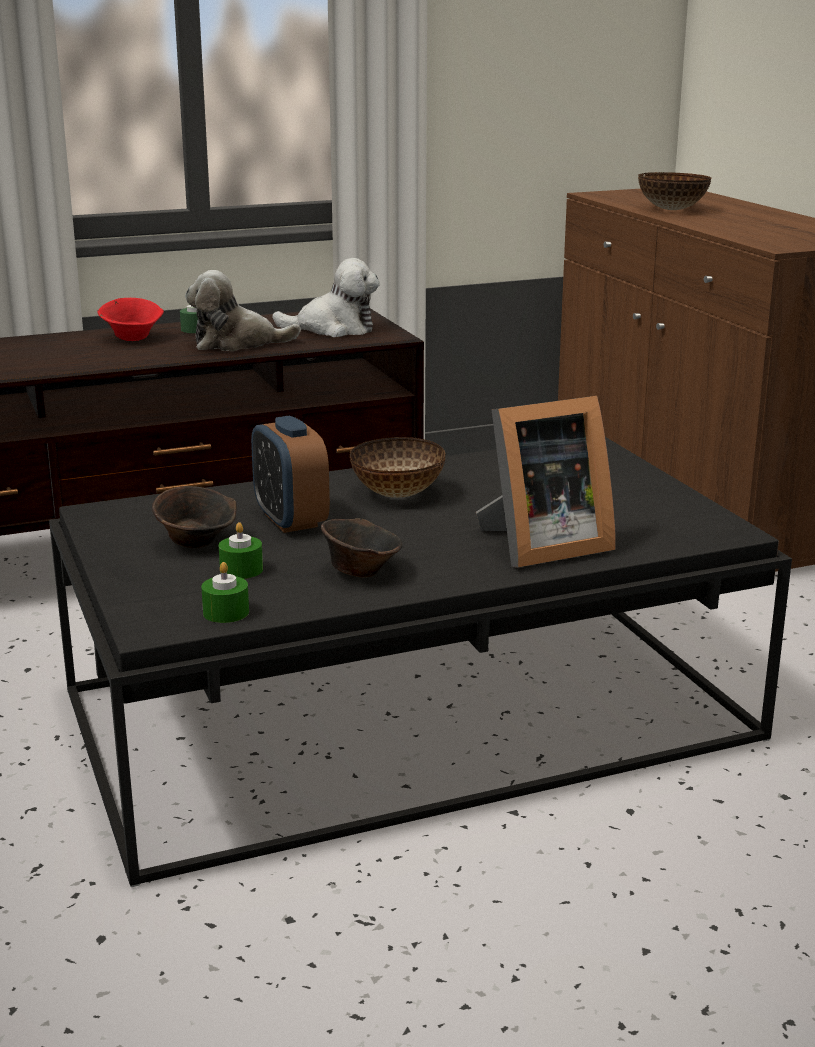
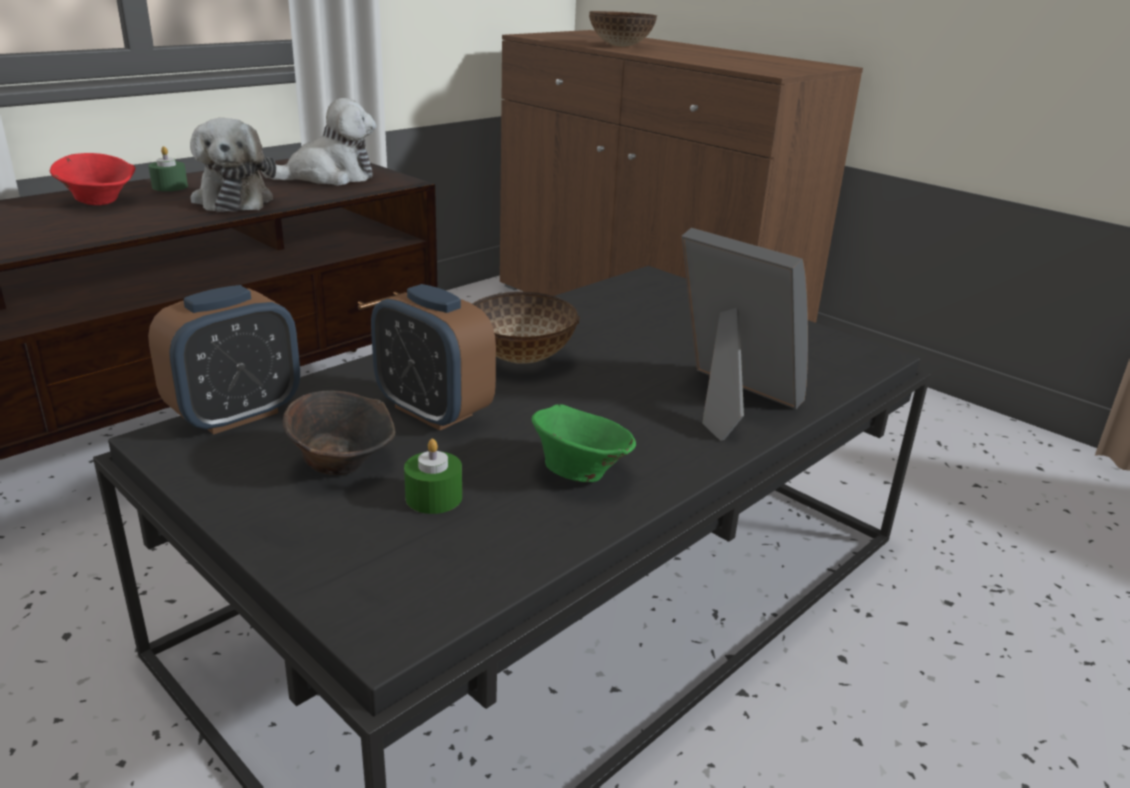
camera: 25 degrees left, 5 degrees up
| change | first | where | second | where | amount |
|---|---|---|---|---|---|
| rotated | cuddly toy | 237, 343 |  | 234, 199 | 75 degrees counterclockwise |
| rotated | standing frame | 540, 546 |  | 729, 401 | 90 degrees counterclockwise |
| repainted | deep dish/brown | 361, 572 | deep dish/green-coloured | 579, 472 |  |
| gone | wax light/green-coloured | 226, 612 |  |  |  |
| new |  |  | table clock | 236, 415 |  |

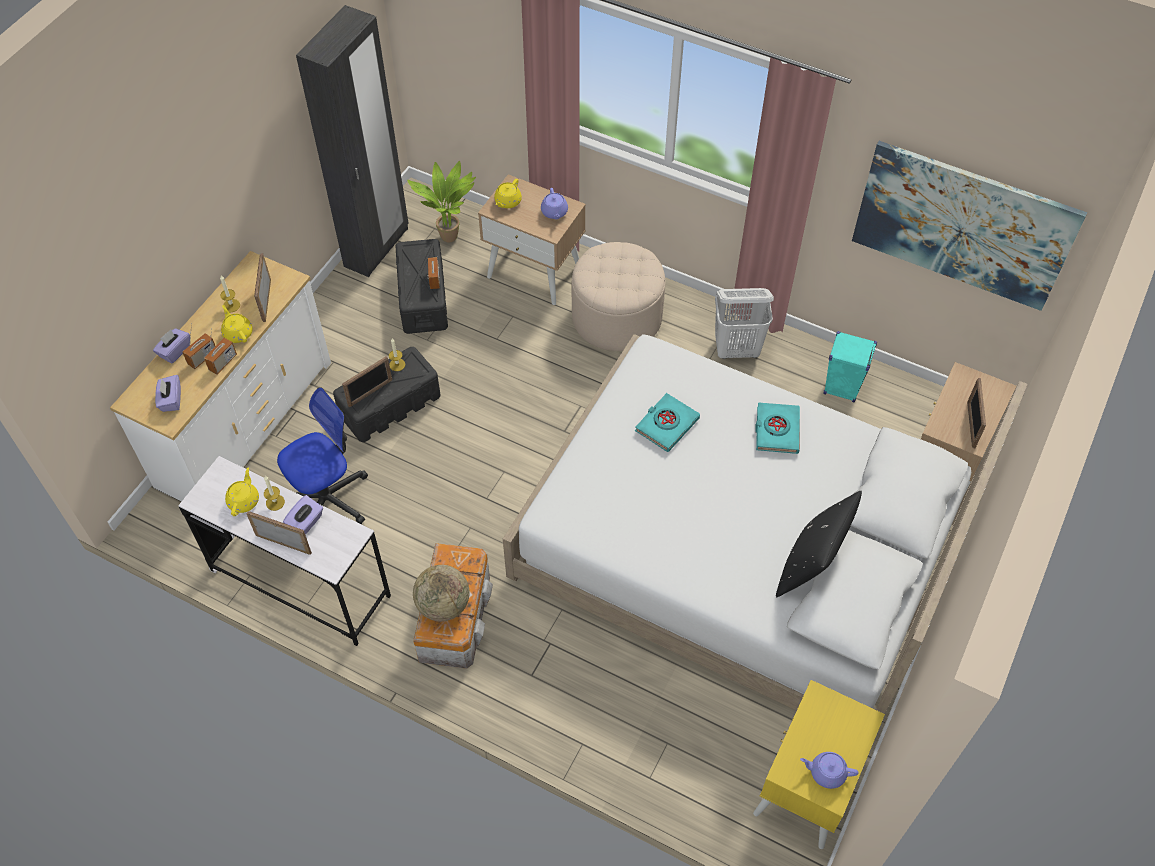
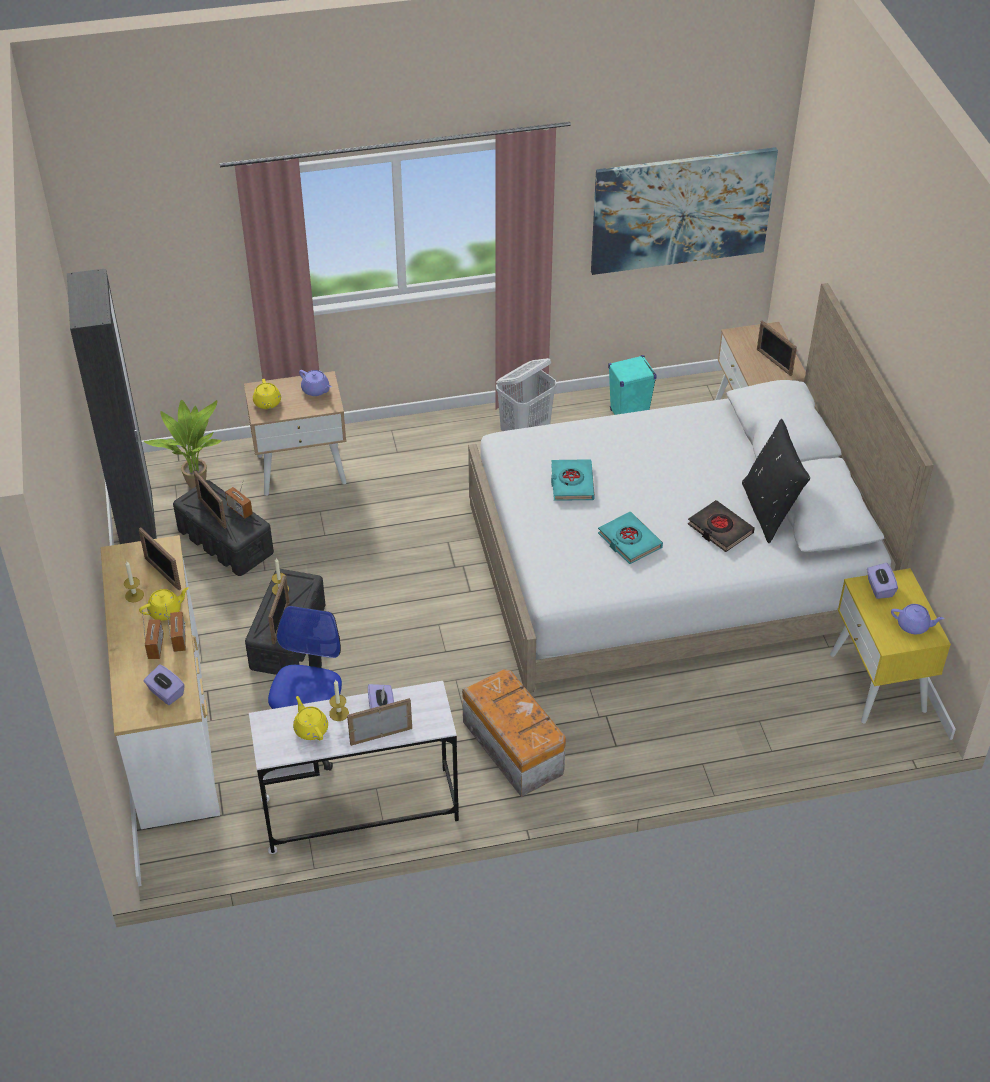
camera: 40 degrees left, 10 degrees down
| change | first | where | second | where | amount |
|---|---|---|---|---|---|
| gone | footrest/sand-coloured | 617, 317 |  |  |  |
| rotated | pot for tea/yellowish | 238, 333 |  | 166, 611 | 135 degrees clockwise |
| shifted | box of tissues/purple-coloured | 174, 351 |  | 879, 588 |  |
| shifted | volume/turquoise-coloured | 776, 430 |  | 629, 541 |  |
| gone | desk globe | 443, 605 |  |  |  |
| rotated | pot for tea/purple-coloured | 826, 772 |  | 914, 626 | 135 degrees counterclockwise |
| new |  |  | standing frame | 212, 513 |  |
| new |  |  | volume/black-coloured | 720, 529 |  |

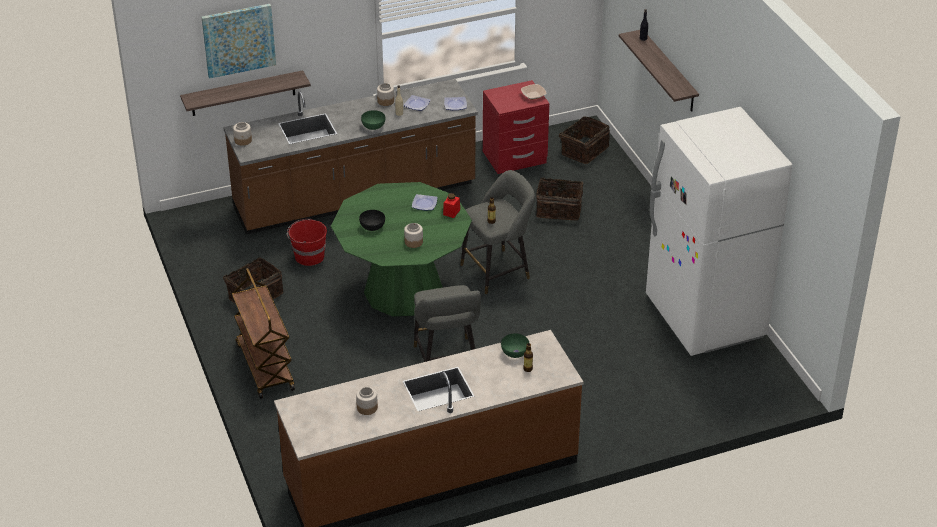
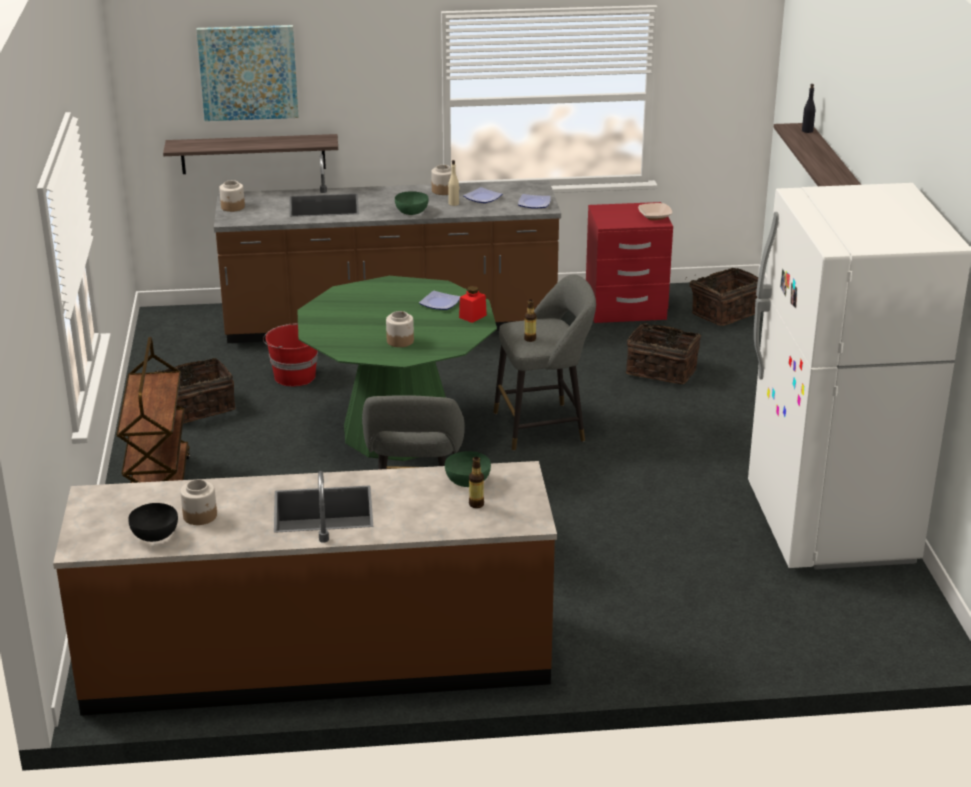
camera: 15 degrees right, 10 degrees down
| change | first | where | second | where | amount |
|---|---|---|---|---|---|
| shifted | deep dish/black-coloured | 372, 226 |  | 155, 534 |  |

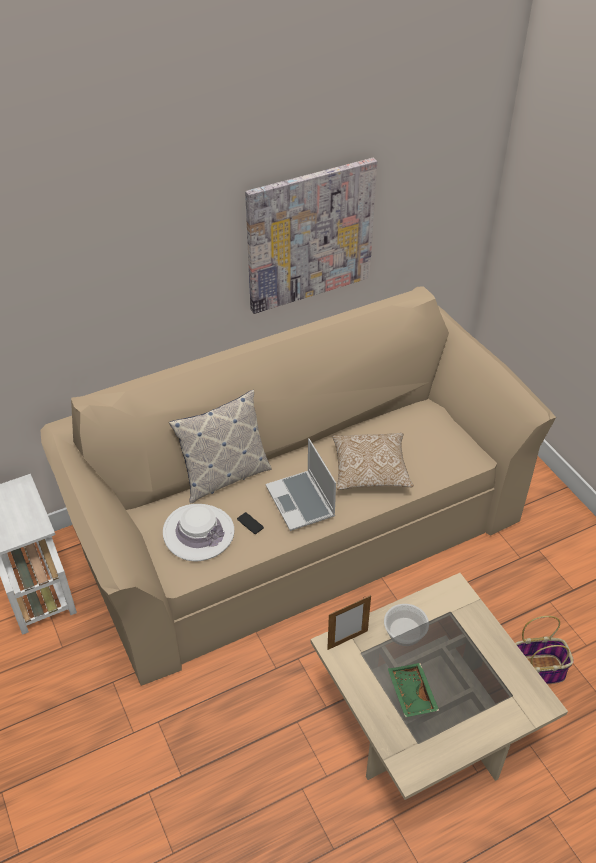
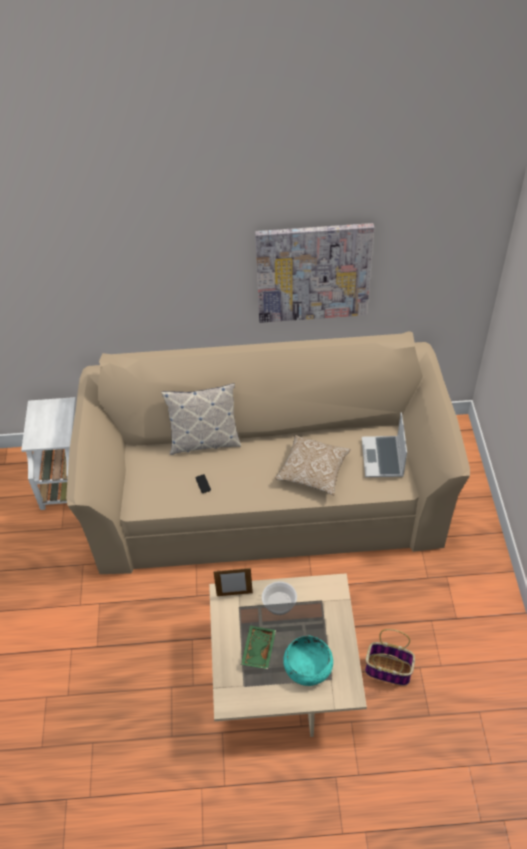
camera: 25 degrees right, 5 degrees up
| change | first | where | second | where | amount |
|---|---|---|---|---|---|
| shifted | portable computer | 301, 502 |  | 383, 458 |  |
| gone | clothing hat/whitish | 198, 532 |  |  |  |
| new |  |  | deep dish/turquoise-coloured | 308, 666 |  |

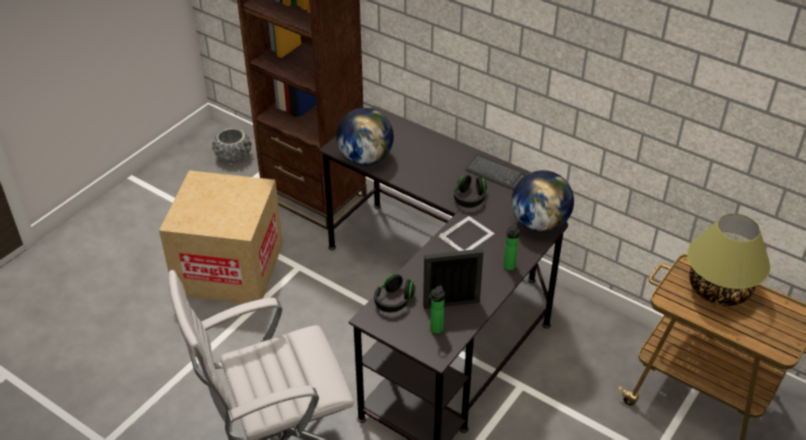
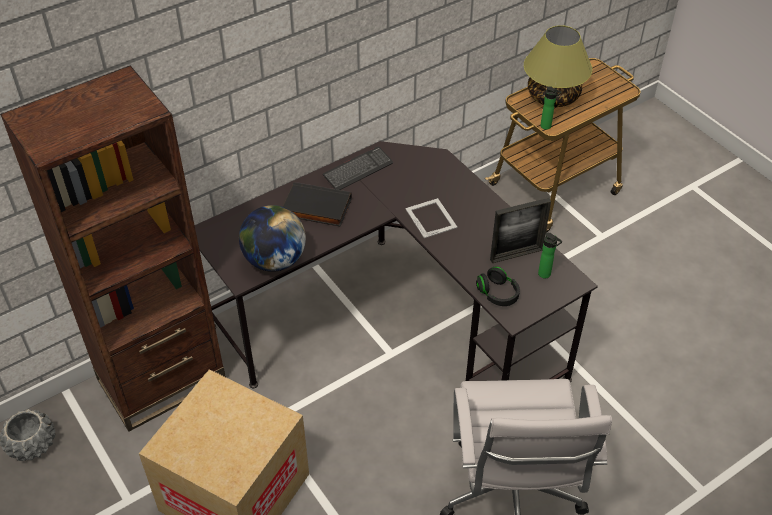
camera: 70 degrees left, 5 degrees up
| change | first | where | second | where | amount |
|---|---|---|---|---|---|
| gone | desk globe | 539, 223 |  |  |  |
| gone | headphones/black-coloured | 469, 198 |  |  |  |
| shifted | drink bottle | 508, 267 |  | 547, 127 |  |
| rotated | standing frame | 451, 303 |  | 516, 255 | 120 degrees counterclockwise |
| new |  |  | volume/black-coloured | 316, 208 |  |

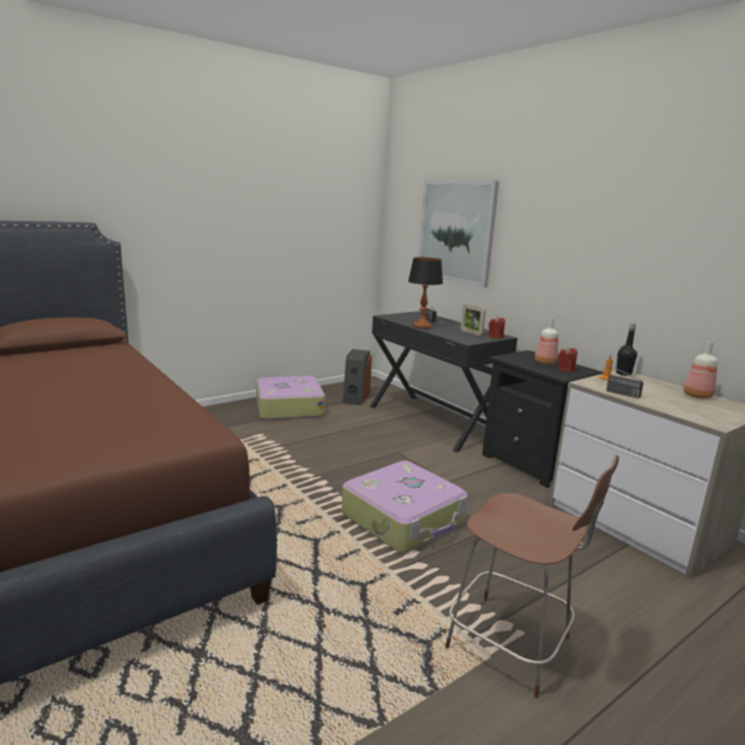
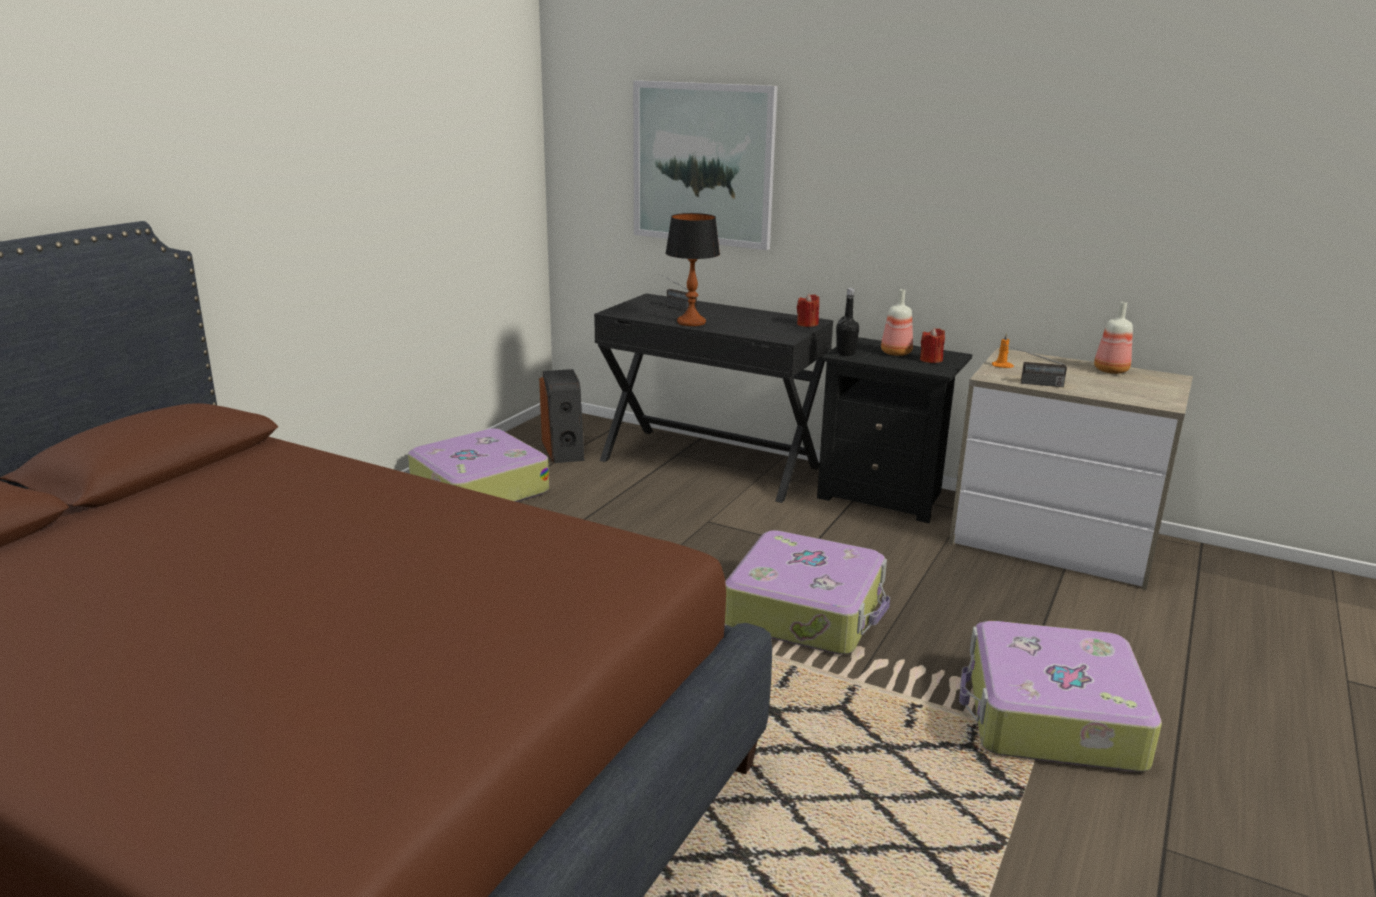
camera: 25 degrees left, 5 degrees up
| change | first | where | second | where | amount |
|---|---|---|---|---|---|
| gone | standing frame | 471, 333 |  |  |  |
| shifted | drink bottle/black-coloured | 623, 373 |  | 845, 353 |  |
| swapped | plain chair/brown | 512, 645 | piece of luggage | 1050, 717 |  |

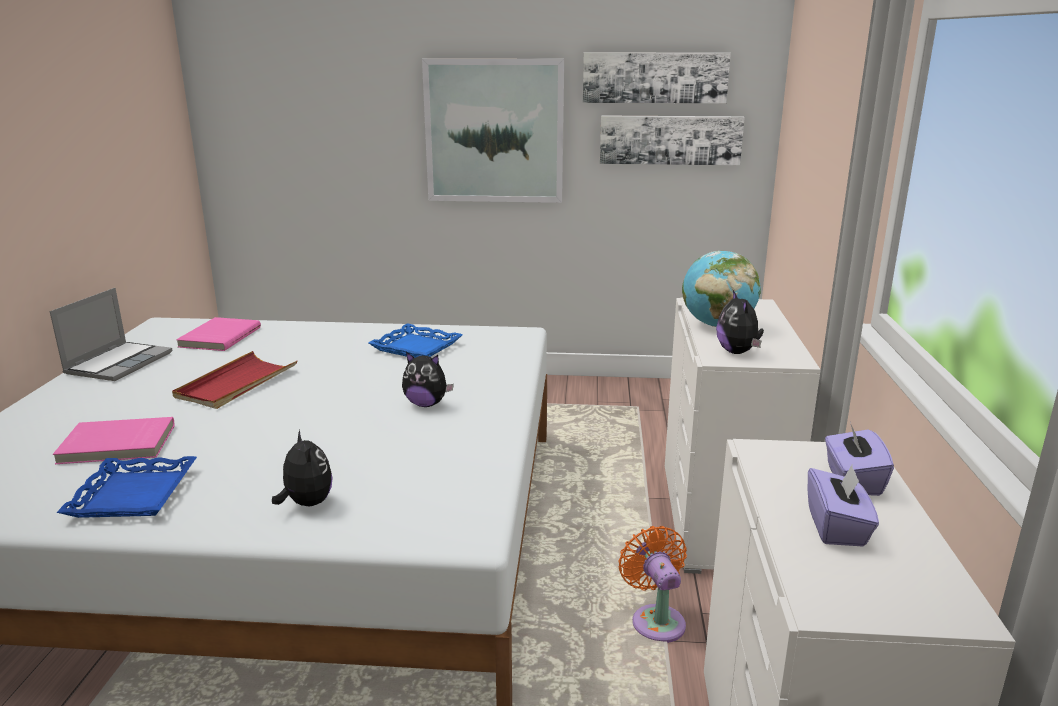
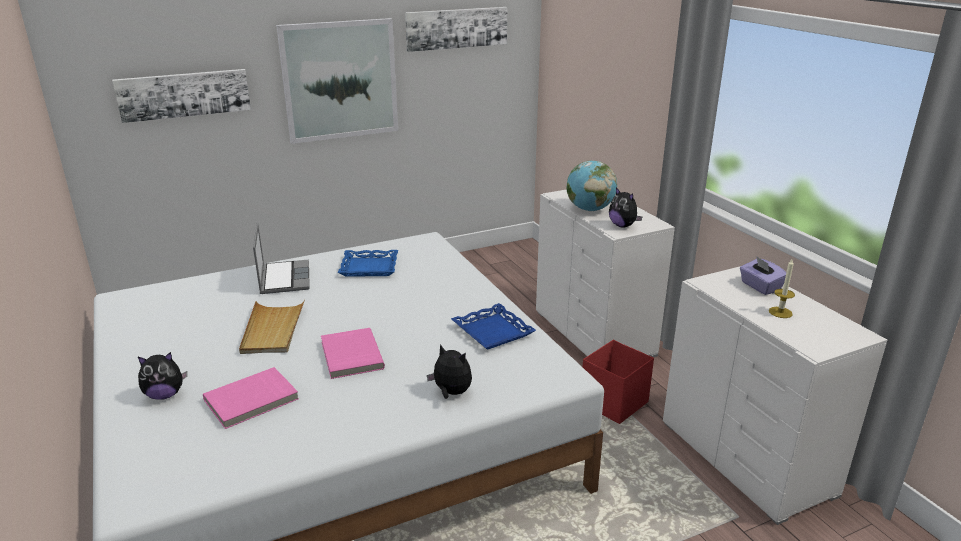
camera: 30 degrees left, 5 degrees up
| change | first | where | second | where | amount |
|---|---|---|---|---|---|
| shifted | picture | 670, 140 |  | 184, 94 |  |
| shifted | portable computer | 119, 363 |  | 284, 278 |  |
| shifted | volume/pink | 219, 337 |  | 350, 355 |  |
| repainted | tray/reddish | 236, 384 | tray/sand-coloured | 273, 330 |  |
| shifted | cuddly toy | 426, 404 |  | 165, 395 |  |
| shifted | tray/bluish | 134, 495 |  | 493, 331 |  |
| swapped | box of tissues/purple-coloured | 837, 527 | wax light | 780, 312 |  |
| swapped | electric fan/orange-coloured | 656, 620 | storage bin/reddish | 613, 403 |  |

